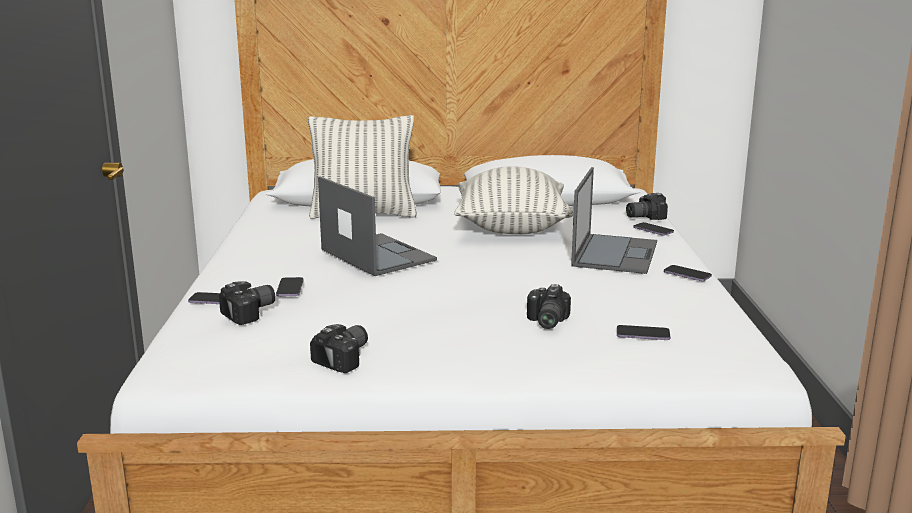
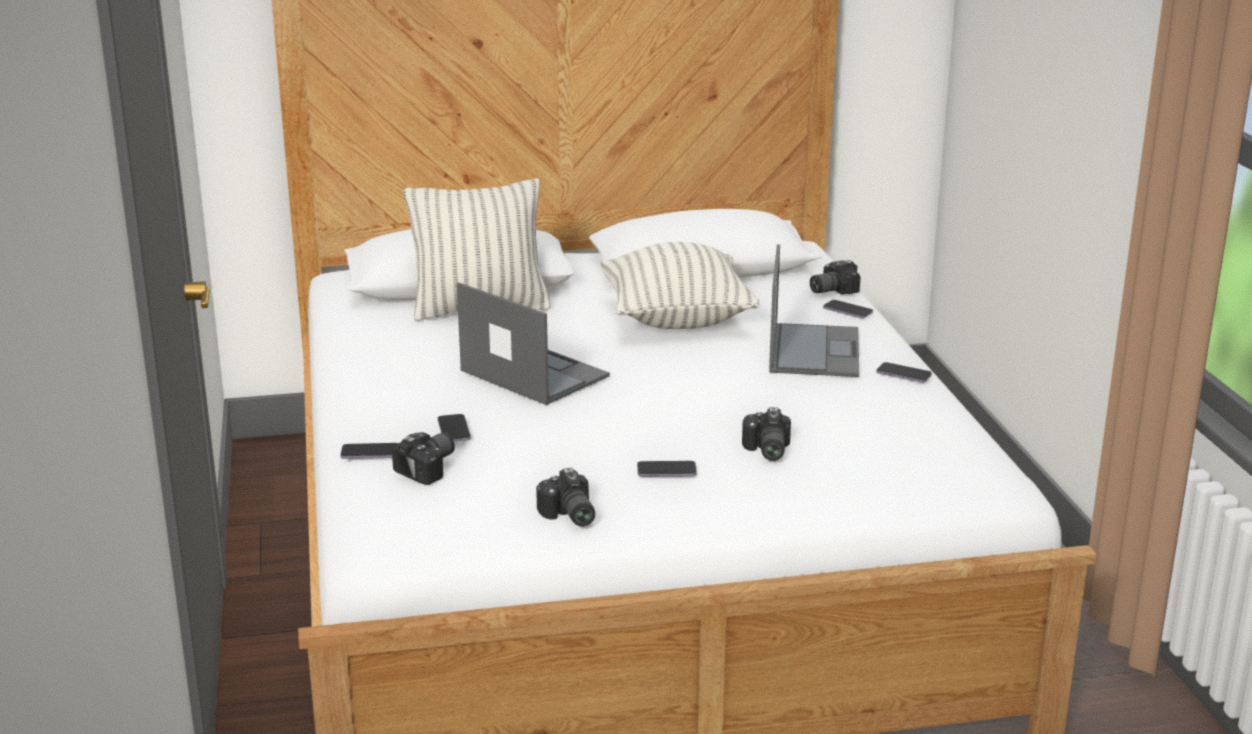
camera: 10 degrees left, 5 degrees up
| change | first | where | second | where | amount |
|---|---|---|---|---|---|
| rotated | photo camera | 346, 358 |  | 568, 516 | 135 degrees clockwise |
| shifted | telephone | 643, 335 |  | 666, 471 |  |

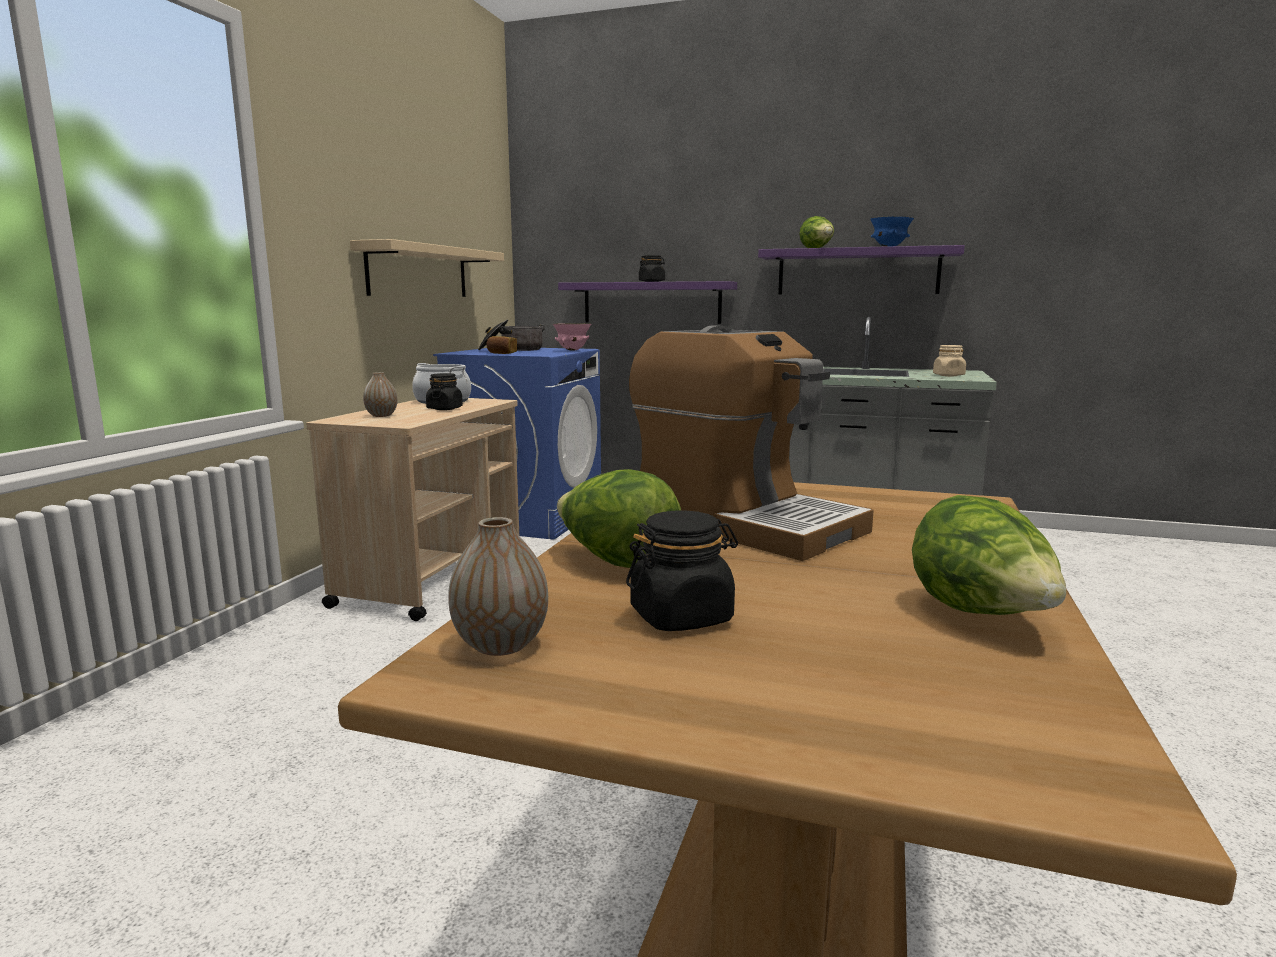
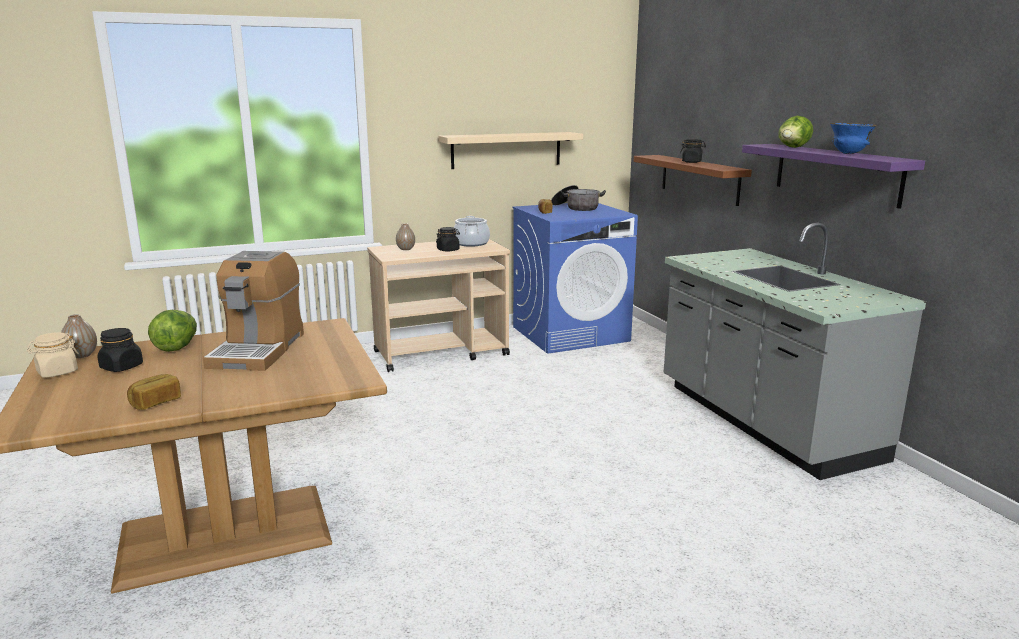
camera: 50 degrees right, 5 degrees up
| change | first | where | second | where | amount |
|---|---|---|---|---|---|
| repainted | bracket shelf/purple-coloured | 651, 303 | bracket shelf/brown | 699, 179 |  |
| gone | deep dish/pink | 573, 350 |  |  |  |
| shifted | jar/sand-coloured | 948, 375 |  | 57, 372 |  |
| swapped | lettuce head | 981, 615 | baked bread | 155, 402 |  |

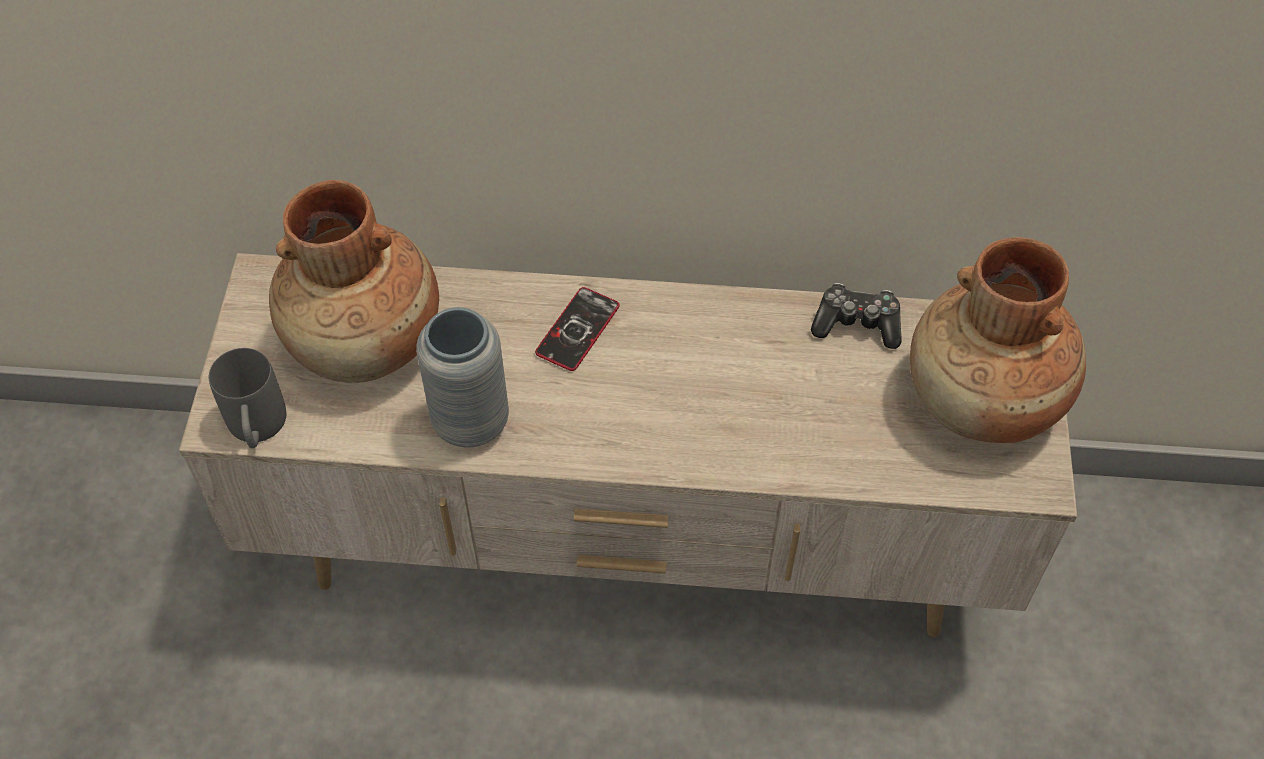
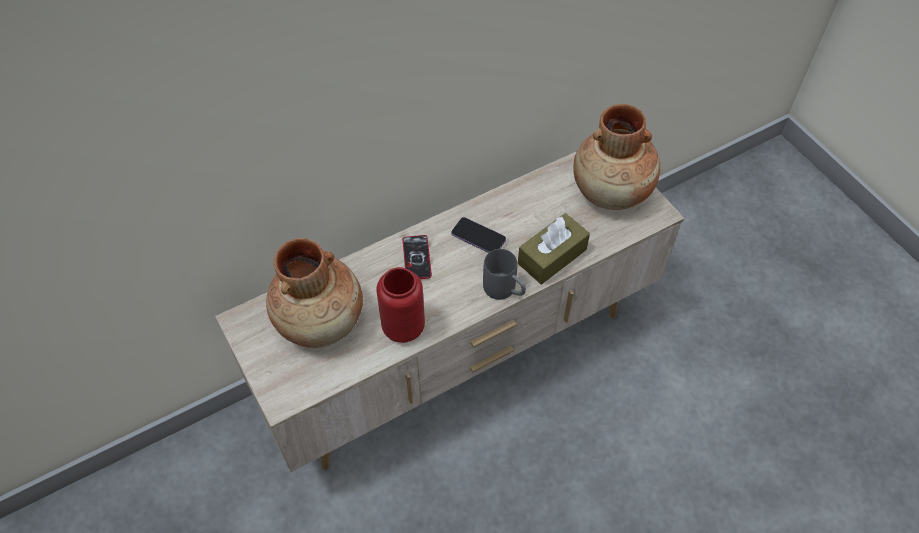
camera: 35 degrees left, 0 degrees up
| change | first | where | second | where | amount |
|---|---|---|---|---|---|
| gone | joypad | 857, 324 |  |  |  |
| repainted | vase/grey | 471, 422 | vase/reddish | 403, 328 |  |
| shifted | coffee mug/grey | 258, 430 |  | 505, 291 |  |
| new |  |  | box of tissues/brown | 552, 256 |  |
| new |  |  | telephone | 478, 237 |  |

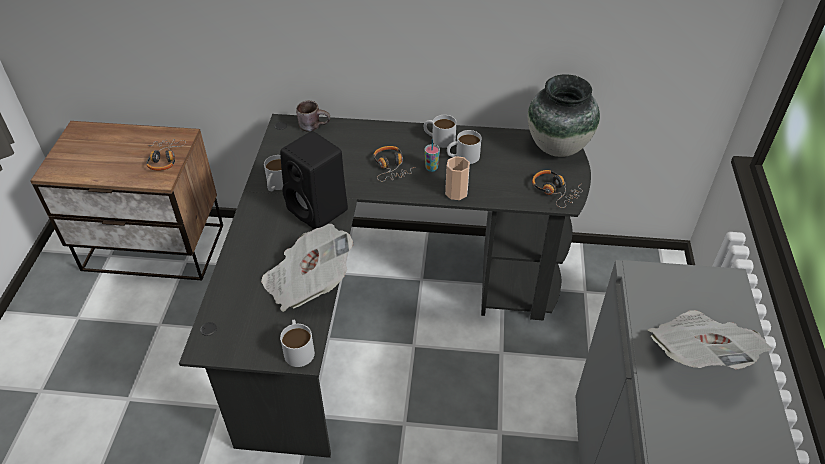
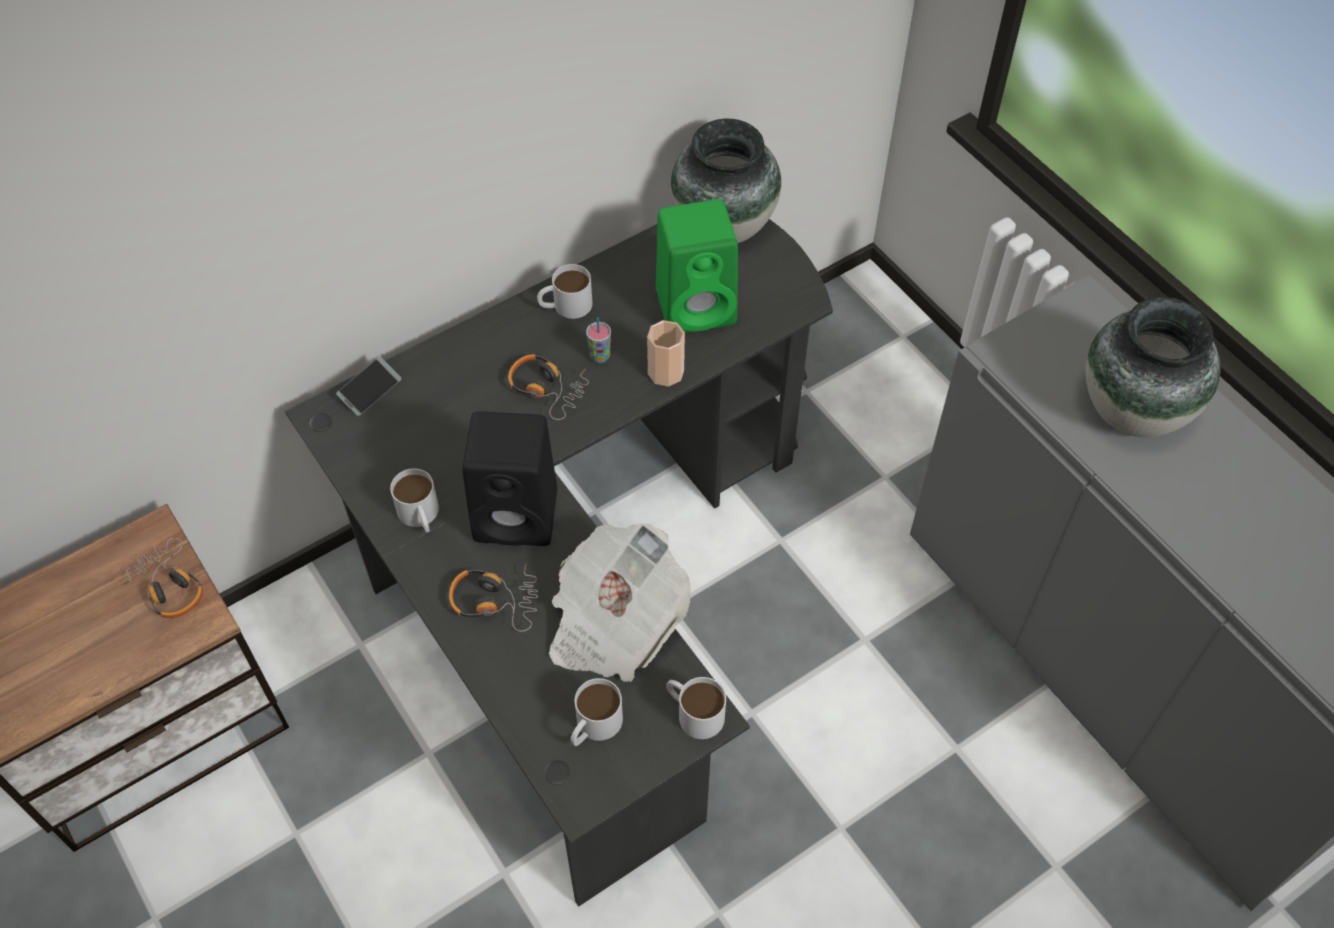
camera: 40 degrees left, 10 degrees up
| change | first | where | second | where | amount |
|---|---|---|---|---|---|
| swapped | coffee mug/brown | 314, 125 | telephone | 370, 390 |  |
| shifted | coffee mug/whitish | 463, 156 |  | 593, 726 |  |
| shifted | headphones | 555, 191 |  | 495, 601 |  |
| swapped | daily paper | 698, 355 | vase | 1131, 411 |  |
| new |  |  | loudspeaker/green-coloured | 698, 306 |  |

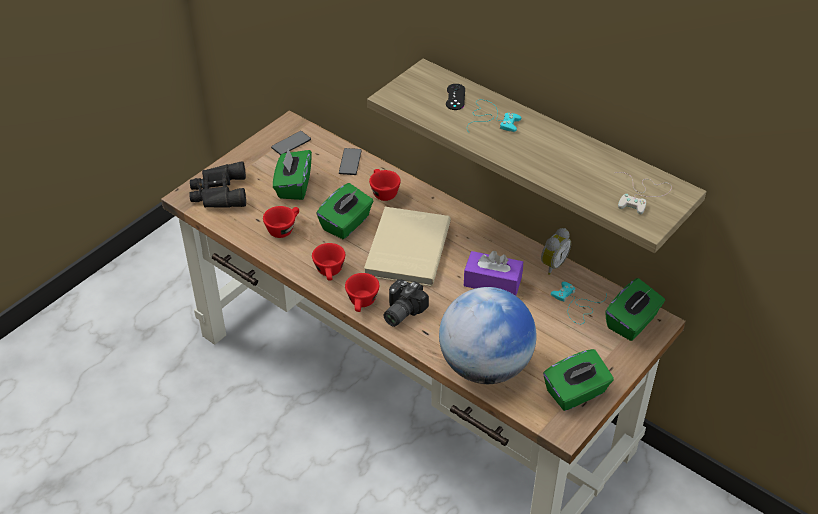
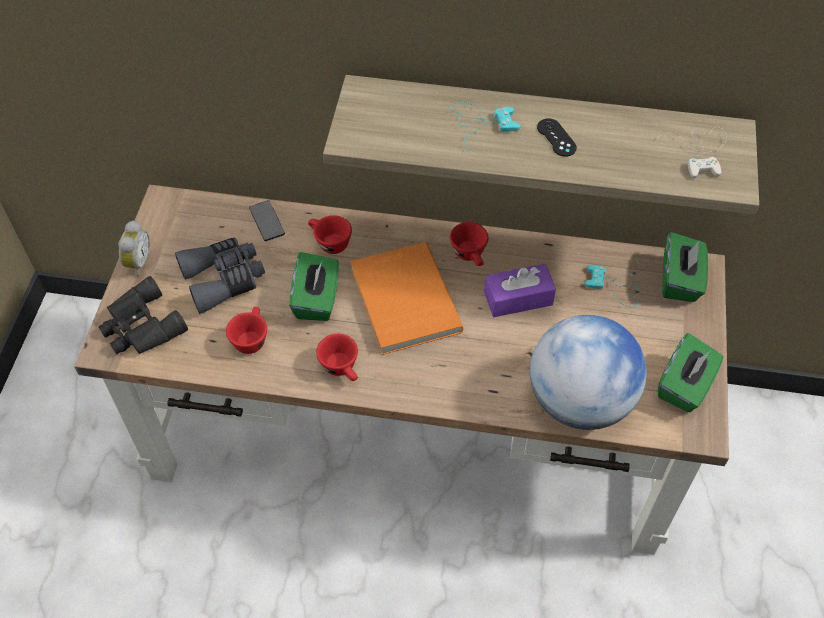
camera: 30 degrees left, 10 degrees up
| change | first | where | second | where | amount |
|---|---|---|---|---|---|
| shifted | joypad/black-coloured | 455, 97 |  | 556, 137 |  |
| gone | telephone | 291, 144 |  |  |  |
| swapped | box of tissues/green-coloured | 293, 186 | pair of binoculars/grey | 224, 279 |  |
| repainted | volume/sand-coloured | 406, 249 | volume/orange-coloured | 402, 301 |  |
| shifted | table clock | 552, 264 |  | 137, 263 |  |
| shifted | small cup/reddish | 362, 303 |  | 470, 255 |  |
| gone | photo camera | 400, 311 |  |  |  |

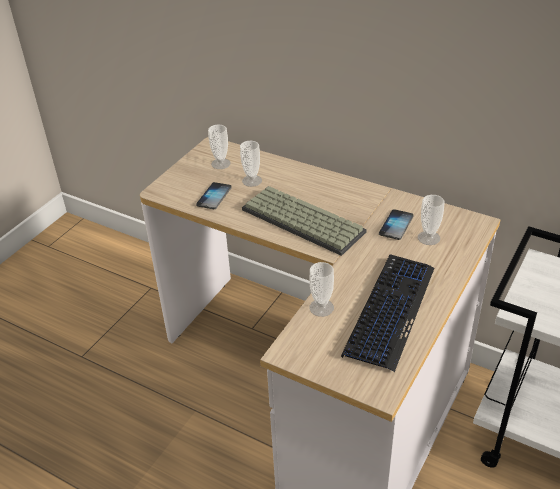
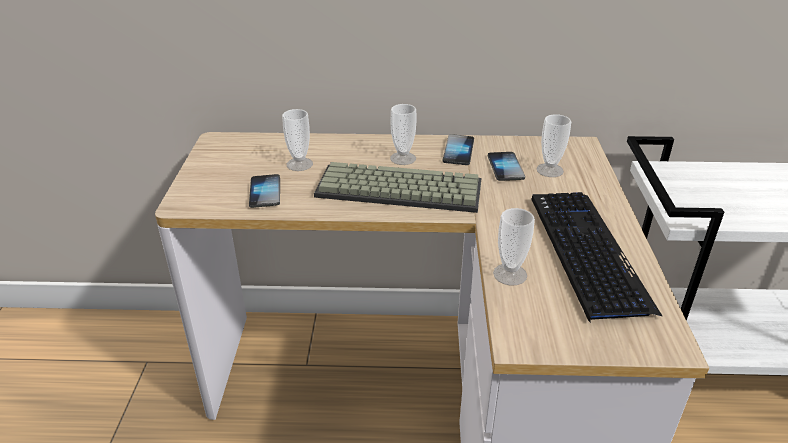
camera: 30 degrees left, 5 degrees down
| change | first | where | second | where | amount |
|---|---|---|---|---|---|
| shifted | small cup | 220, 164 |  | 403, 158 |  |
| new |  |  | telephone | 458, 151 |  |

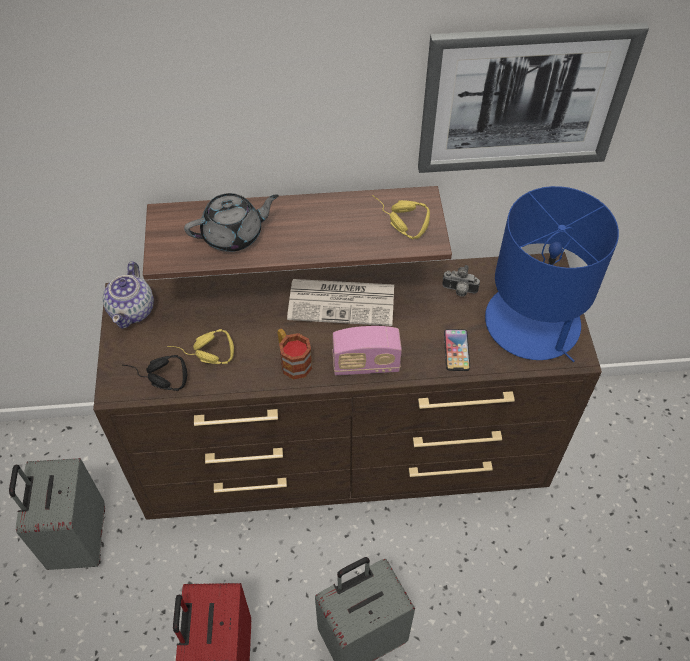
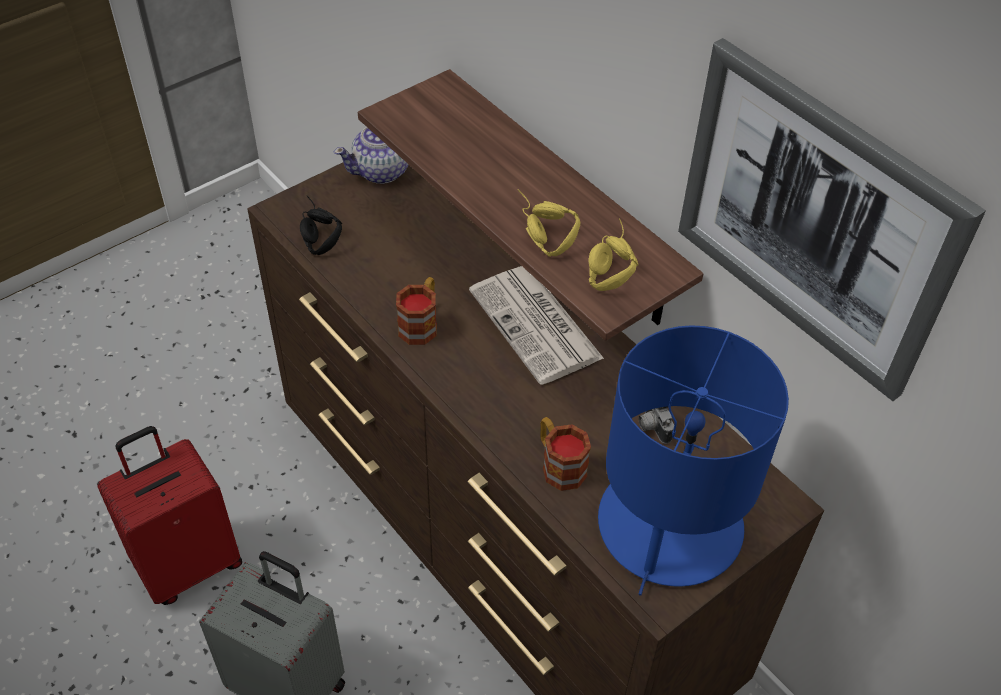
camera: 55 degrees right, 5 degrees down
| change | first | where | second | where | amount |
|---|---|---|---|---|---|
| gone | pot for tea/grey | 234, 235 |  |  |  |
| gone | radio receiver | 366, 365 |  |  |  |
| shifted | headphones/yellowish | 202, 357 |  | 536, 231 |  |
| swapped | telephone | 456, 350 | coffee mug | 559, 464 |  |
| gone | piece of luggage/grey | 78, 539 |  |  |  |

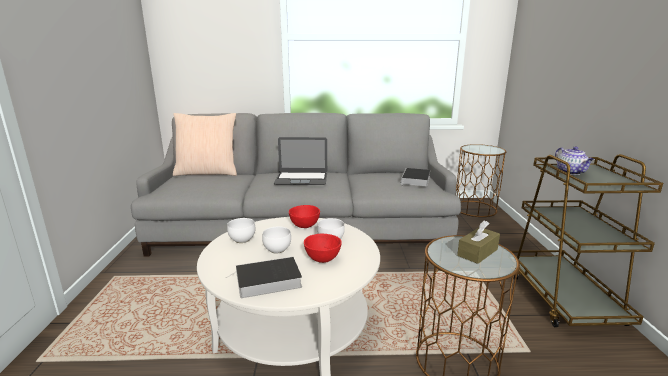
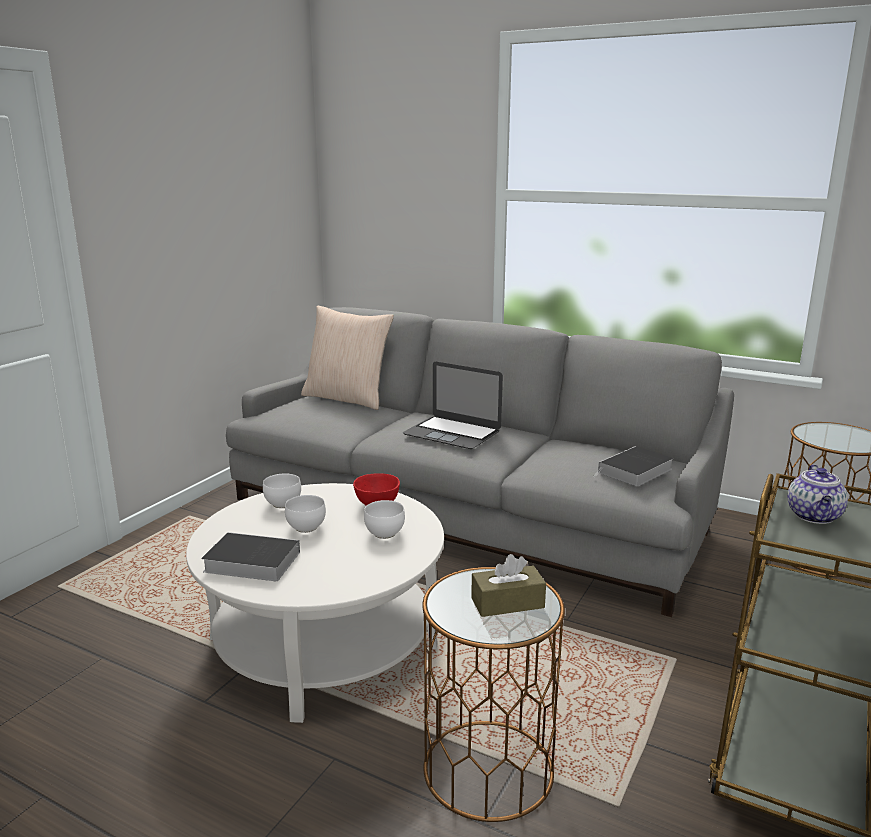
camera: 30 degrees right, 0 degrees up
| change | first | where | second | where | amount |
|---|---|---|---|---|---|
| gone | deep dish/reddish | 322, 259 |  |  |  |

